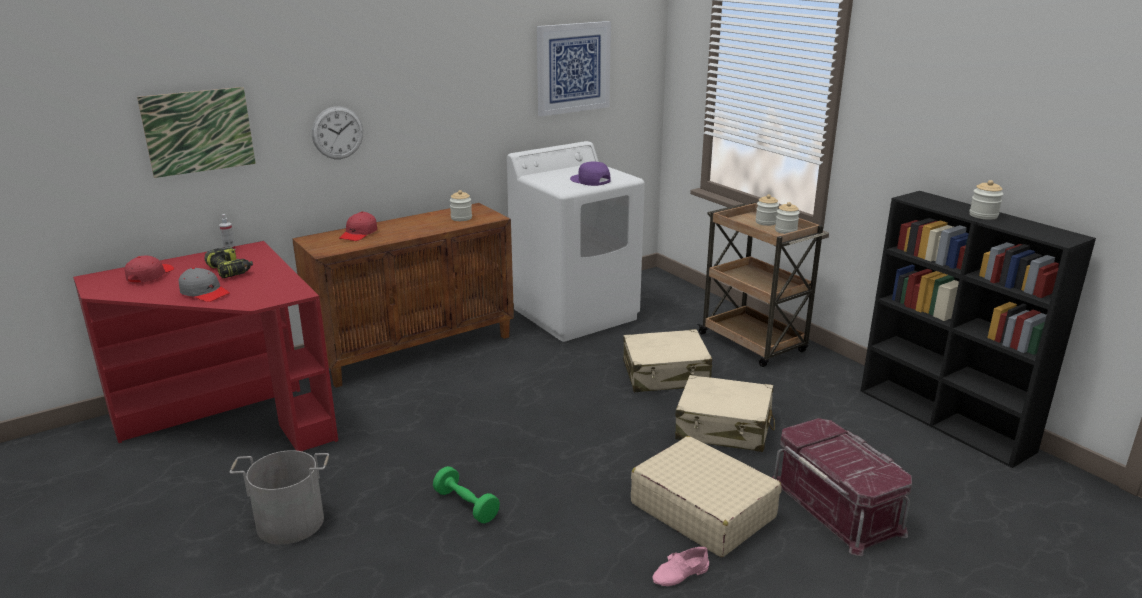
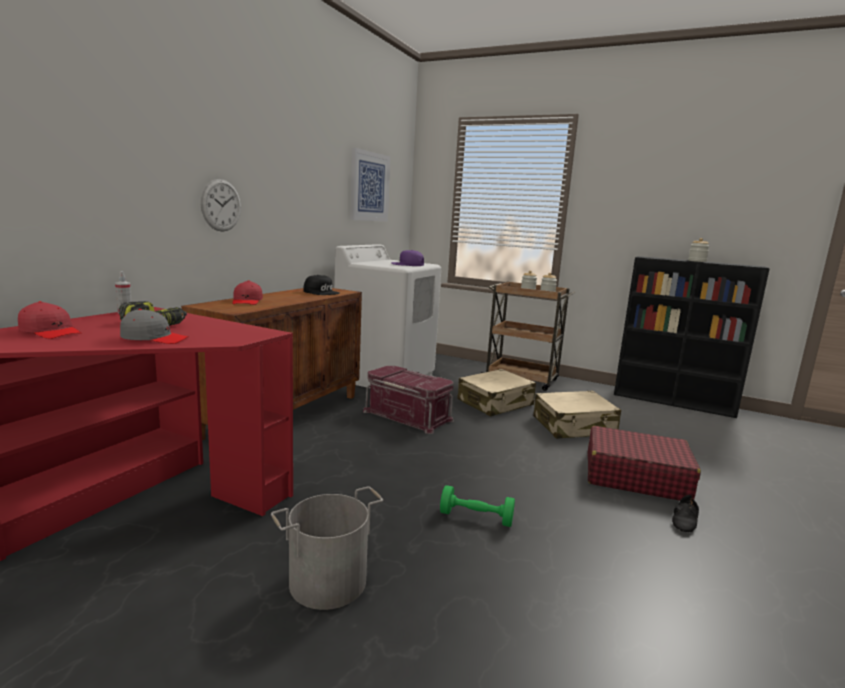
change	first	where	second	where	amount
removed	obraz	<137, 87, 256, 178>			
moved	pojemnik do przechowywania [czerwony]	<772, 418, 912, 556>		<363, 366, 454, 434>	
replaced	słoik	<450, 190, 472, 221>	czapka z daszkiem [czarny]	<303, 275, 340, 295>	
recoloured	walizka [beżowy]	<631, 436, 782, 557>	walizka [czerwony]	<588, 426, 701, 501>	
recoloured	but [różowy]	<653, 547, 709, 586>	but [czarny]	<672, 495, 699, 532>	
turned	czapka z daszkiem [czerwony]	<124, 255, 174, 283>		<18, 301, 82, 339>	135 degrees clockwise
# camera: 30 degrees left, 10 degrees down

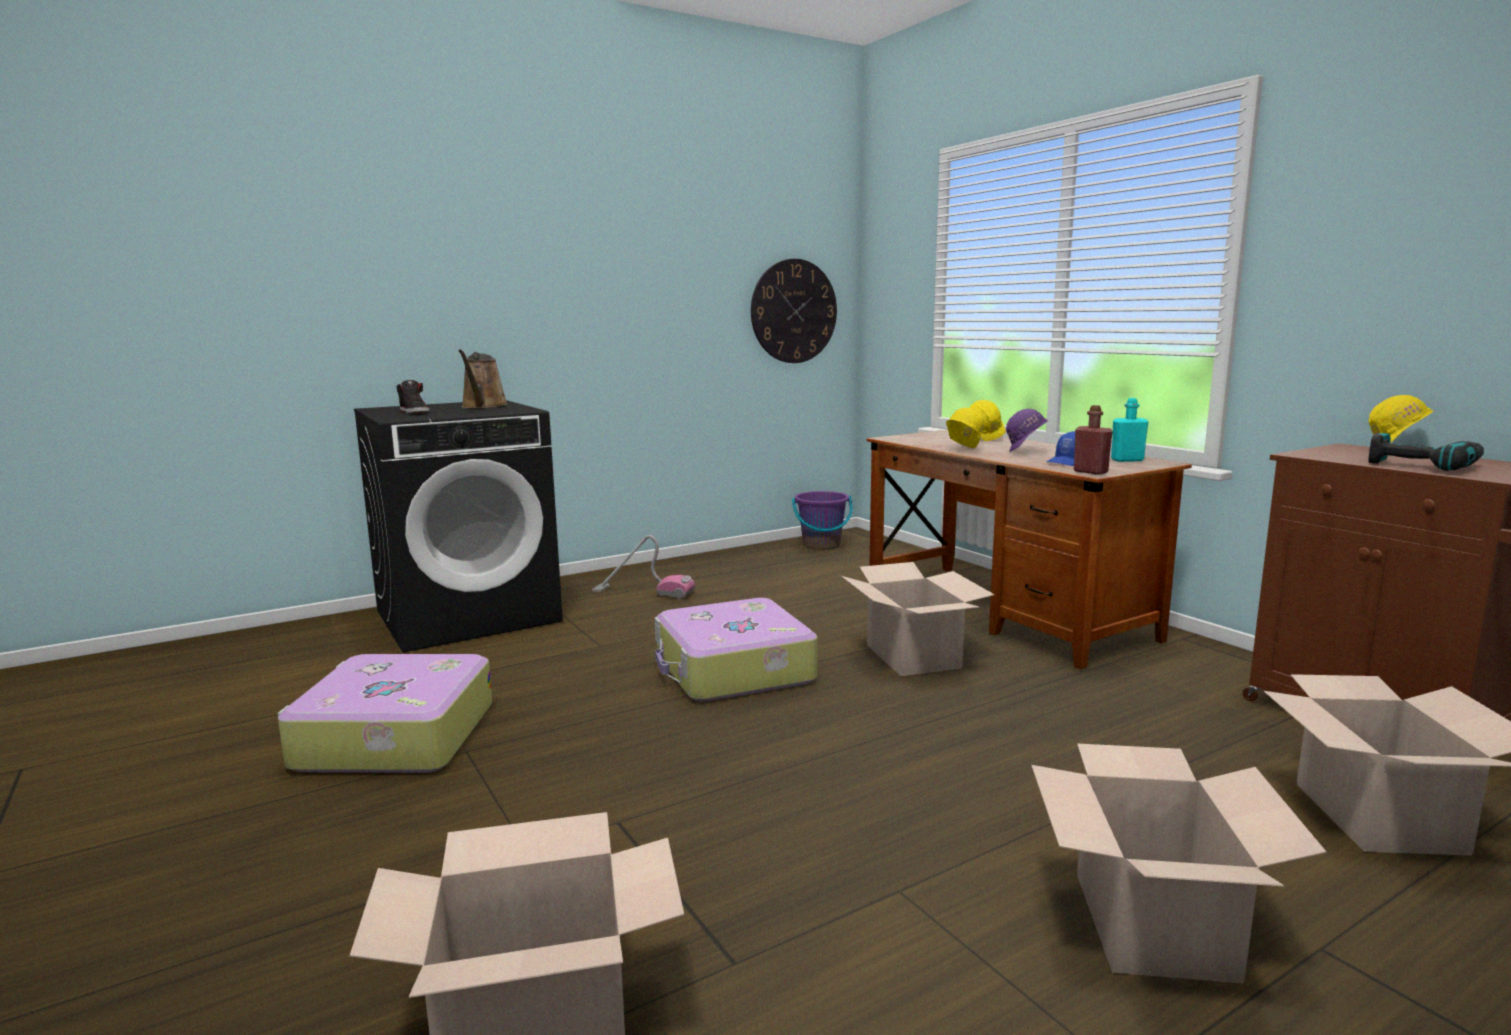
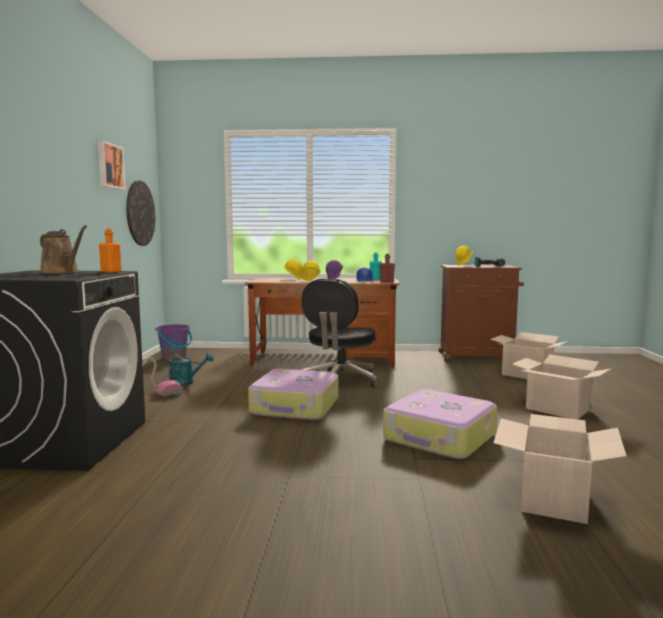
change	first	where	second	where	amount
removed	but [czarny]	<397, 380, 429, 413>			
added			obraz	<98, 140, 126, 190>	
added			butelka [pomarańczowy]	<99, 228, 121, 273>	
added			konewka [turkusowy]	<162, 353, 213, 386>	
moved	walizka	<278, 654, 492, 773>		<383, 389, 497, 459>	
replaced	karton	<841, 562, 995, 676>	krzesło biurowe [czarny]	<300, 278, 378, 388>	
# camera: 55 degrees left, 5 degrees down

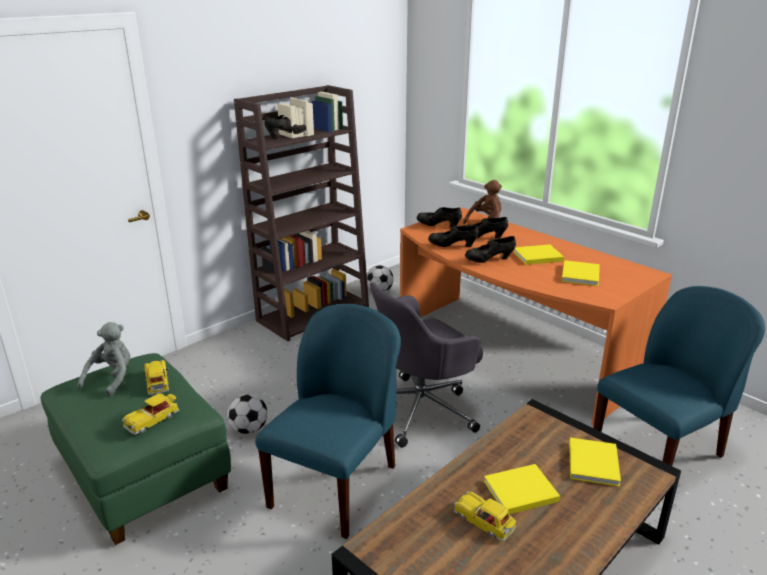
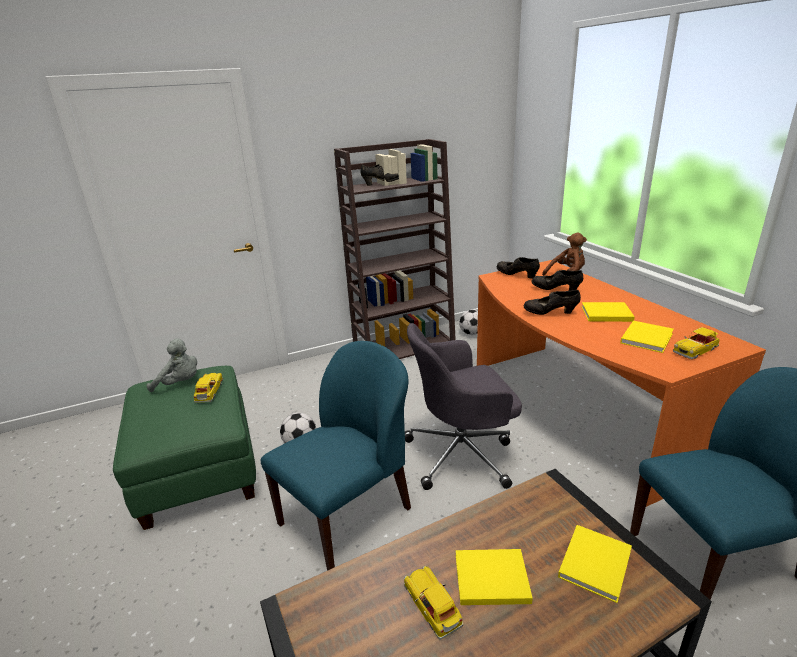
change	first	where	second	where	amount
removed	but [czarny]	<428, 225, 479, 247>			
moved	samochodzik	<122, 393, 179, 435>		<673, 327, 719, 359>	
turned	pluszak [szary]	<77, 322, 131, 397>		<147, 338, 197, 392>	60 degrees clockwise
# camera: 20 degrees right, 0 degrees up

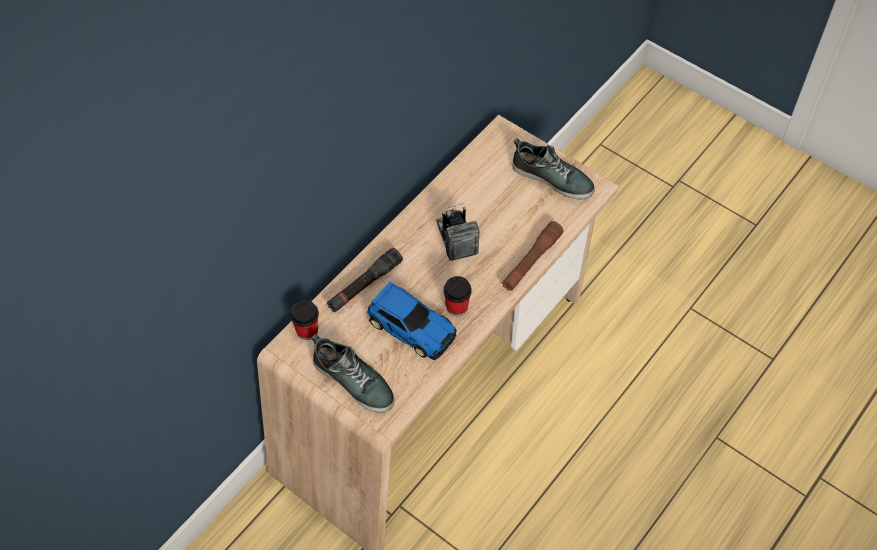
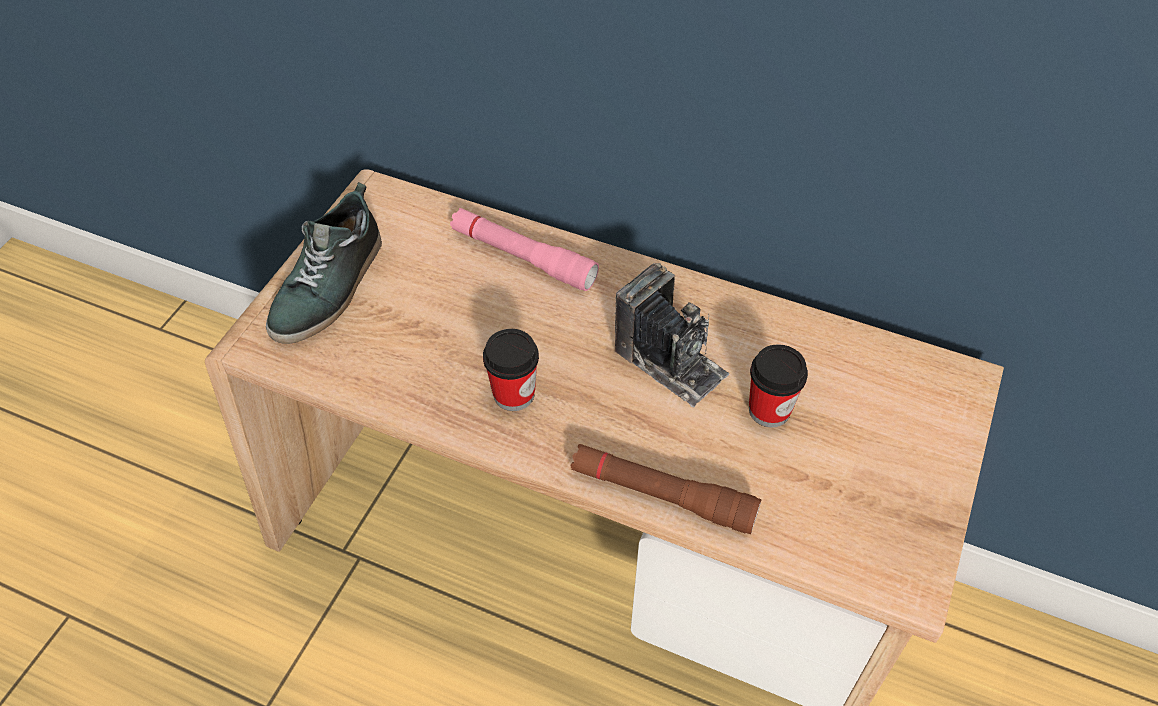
change	first	where	second	where	amount
removed	samochodzik	<367, 281, 456, 360>			
removed	but	<512, 138, 595, 199>			
moved	filiżanka	<290, 300, 319, 340>		<749, 344, 808, 427>	
recoloured	latarka [czarny]	<327, 248, 403, 312>	latarka [różowy]	<450, 208, 599, 291>	
turned	aparat fotograficzny	<436, 204, 480, 261>		<615, 263, 730, 407>	75 degrees clockwise
# camera: 75 degrees right, 5 degrees down

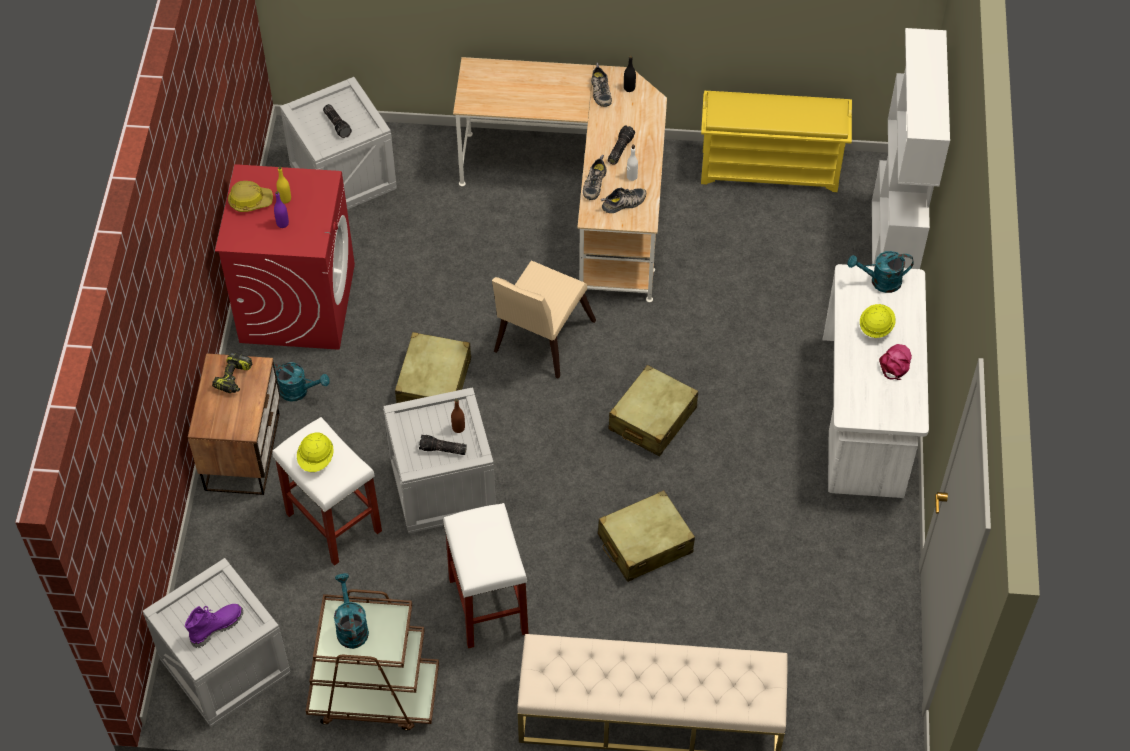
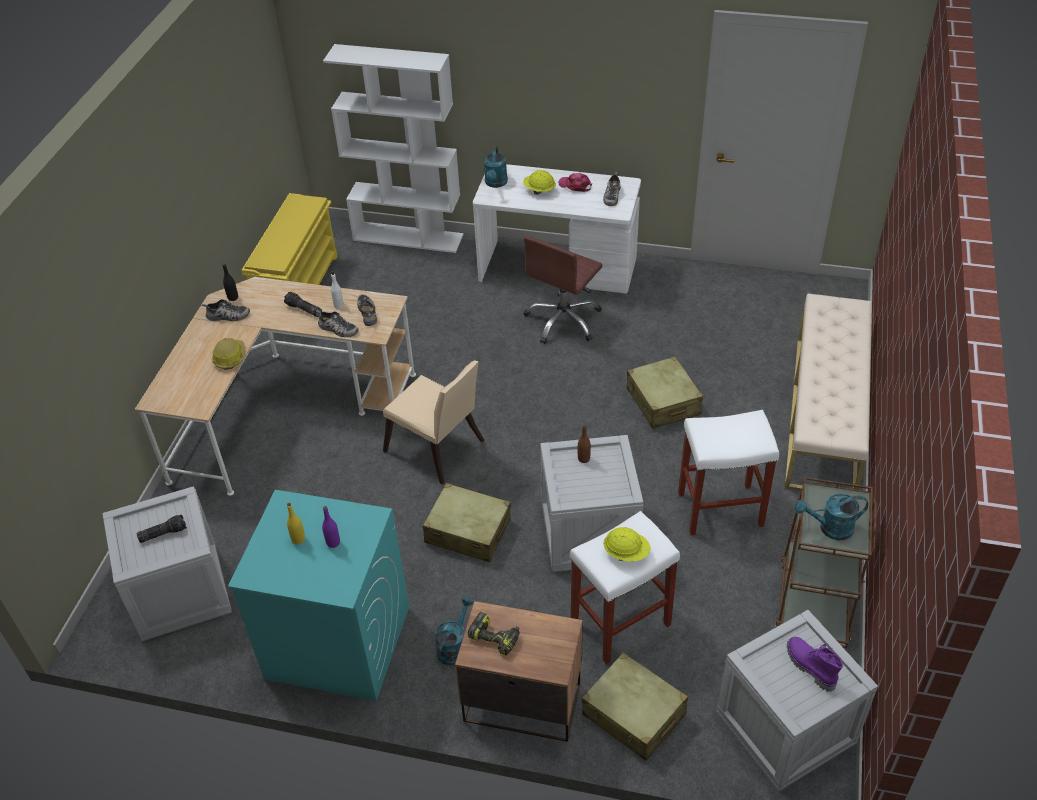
change	first	where	second	where	amount
removed	latarka	<419, 435, 467, 455>			
added			krzesło biurowe [brązowy]	<524, 236, 602, 344>	
added			but	<603, 172, 621, 206>	
moved	kask	<228, 181, 273, 212>		<212, 338, 245, 370>	
moved	walizka [beżowy]	<608, 365, 698, 456>		<582, 653, 688, 761>	
recoloured	pralka [czerwony]	<215, 164, 355, 350>	pralka [turkusowy]	<228, 490, 409, 701>	
# camera: 80 degrees left, 10 degrees down

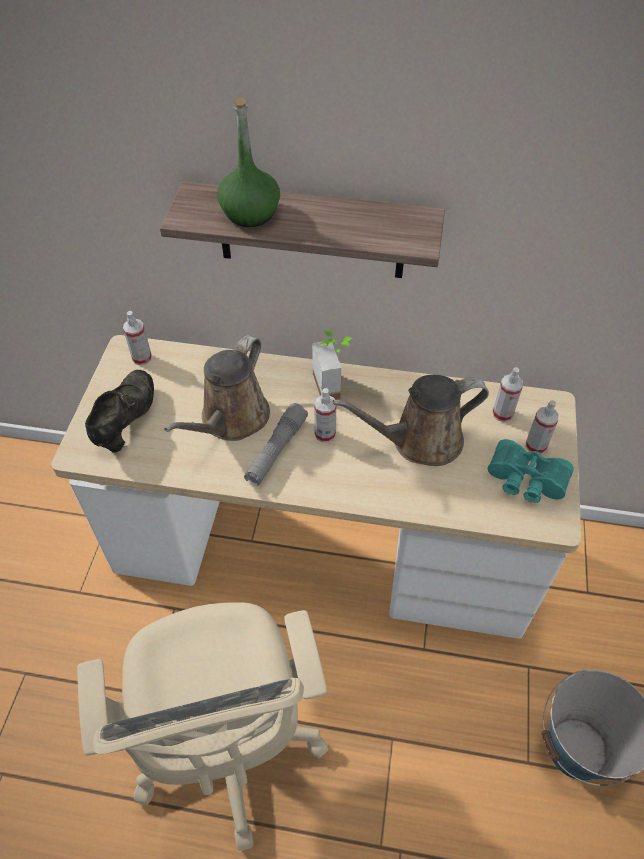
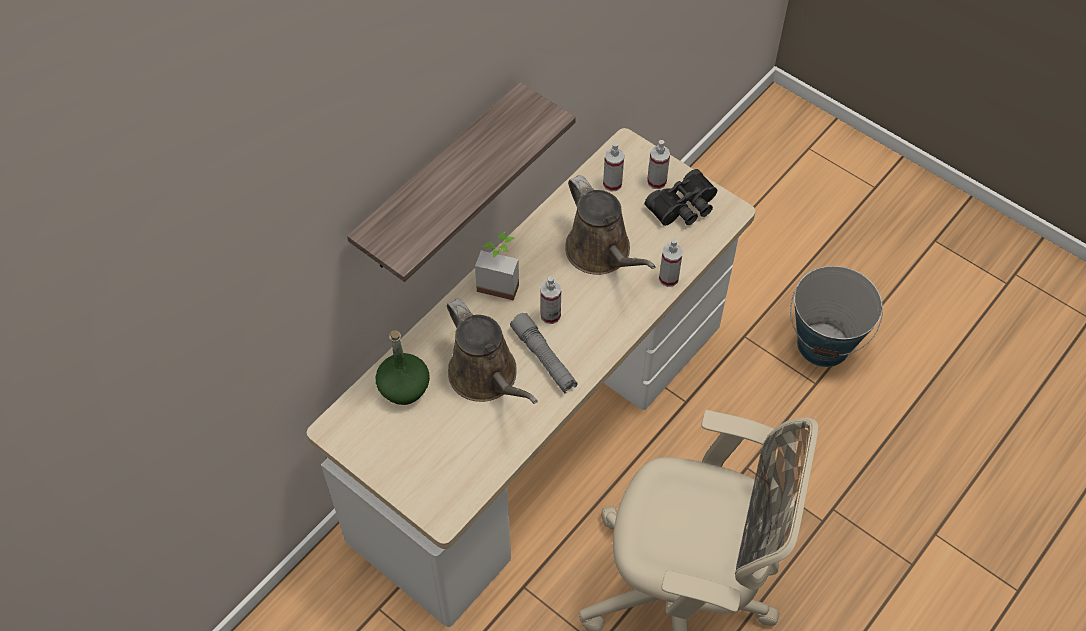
change	first	where	second	where	amount
removed	but [czarny]	<85, 370, 154, 453>			
moved	spryskiwacz	<123, 311, 152, 366>		<659, 238, 683, 287>	
moved	butelka [zielony]	<217, 98, 280, 227>		<376, 330, 430, 405>	
recoloured	lornetka [turkusowy]	<488, 439, 574, 503>	lornetka [czarny]	<645, 169, 717, 226>	
turned	konewka [brązowy]	<333, 375, 489, 466>		<565, 175, 656, 275>	45 degrees counterclockwise
# camera: 60 degrees left, 5 degrees up

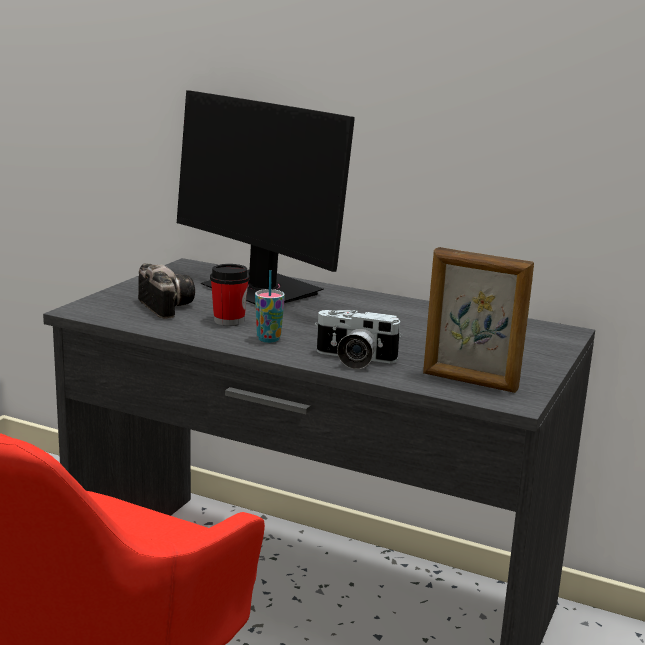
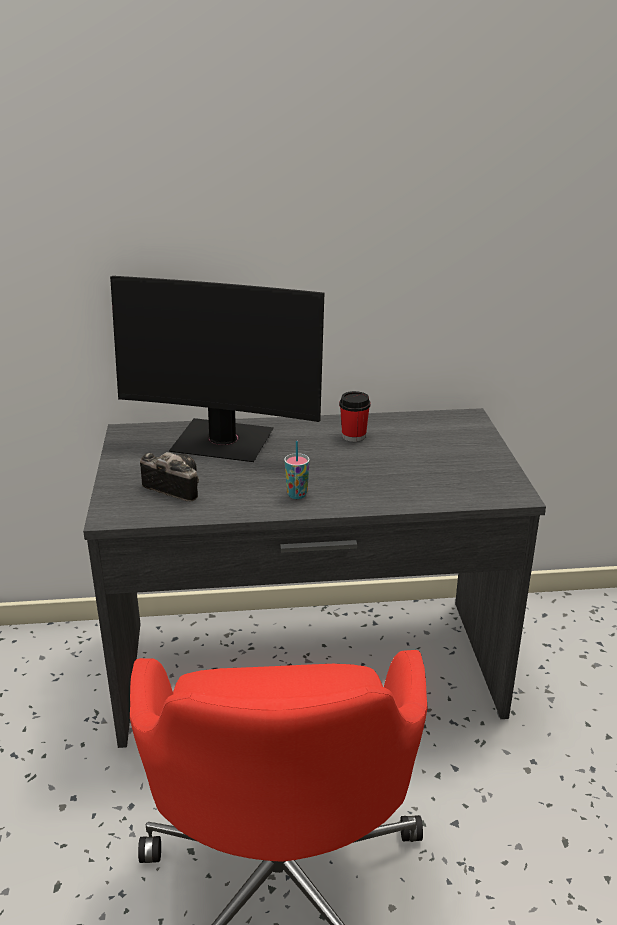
change	first	where	second	where	amount
removed	aparat fotograficzny	<315, 310, 402, 369>			
removed	ramka na zdjęcie	<423, 247, 534, 393>			
moved	filiżanka	<210, 264, 249, 326>		<339, 391, 371, 442>	
# camera: 30 degrees left, 10 degrees up

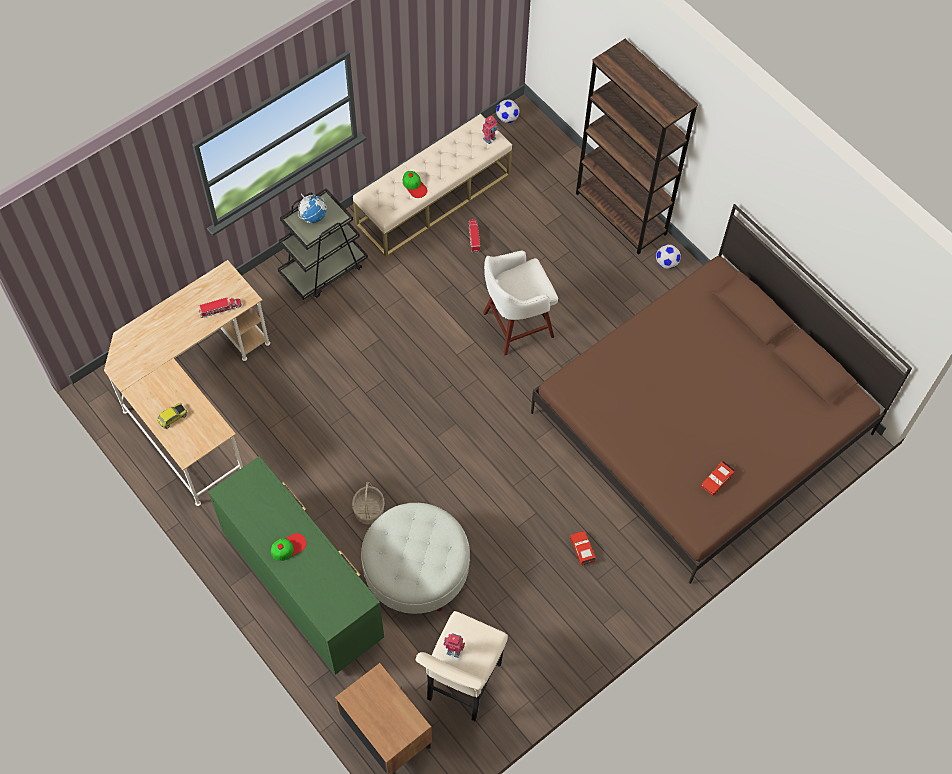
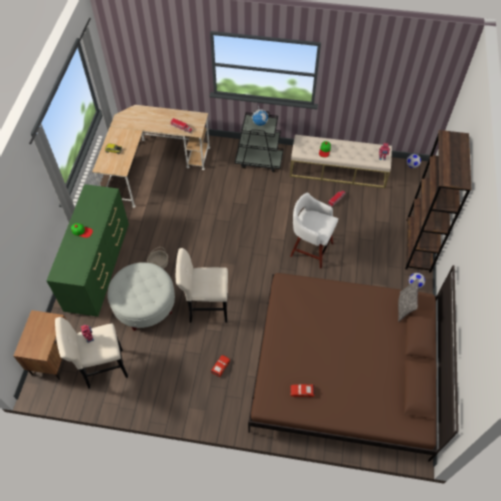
change	first	where	second	where	amount
added			stołek [beżowy]	<176, 248, 228, 323>	
added			poduszka	<398, 278, 419, 322>	
# camera: 50 degrees right, 5 degrees down

